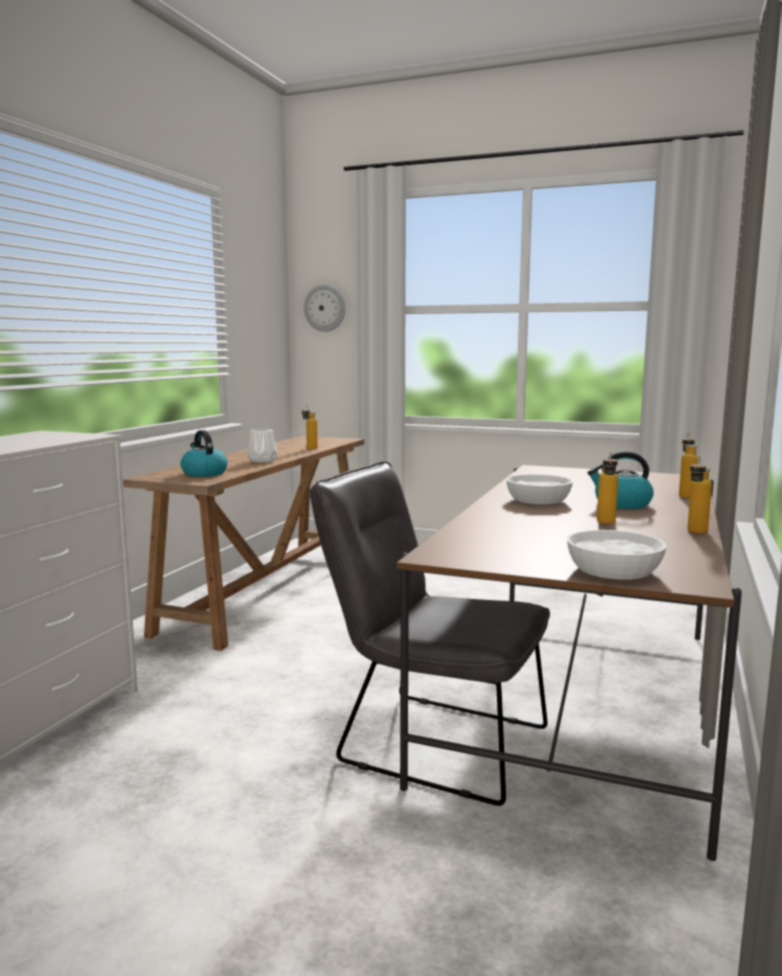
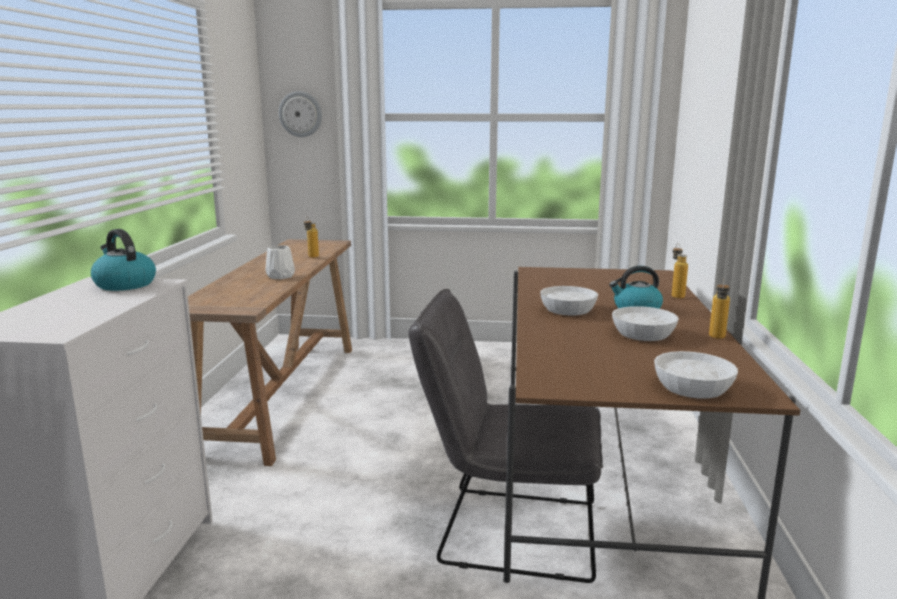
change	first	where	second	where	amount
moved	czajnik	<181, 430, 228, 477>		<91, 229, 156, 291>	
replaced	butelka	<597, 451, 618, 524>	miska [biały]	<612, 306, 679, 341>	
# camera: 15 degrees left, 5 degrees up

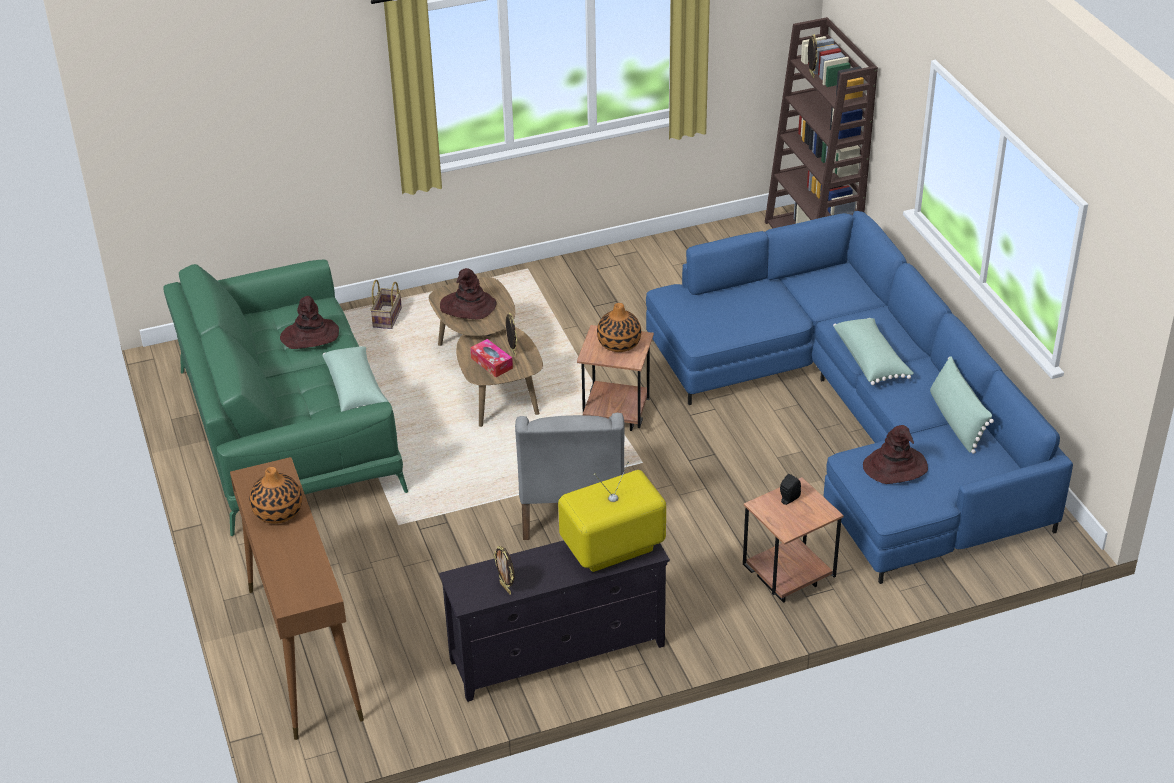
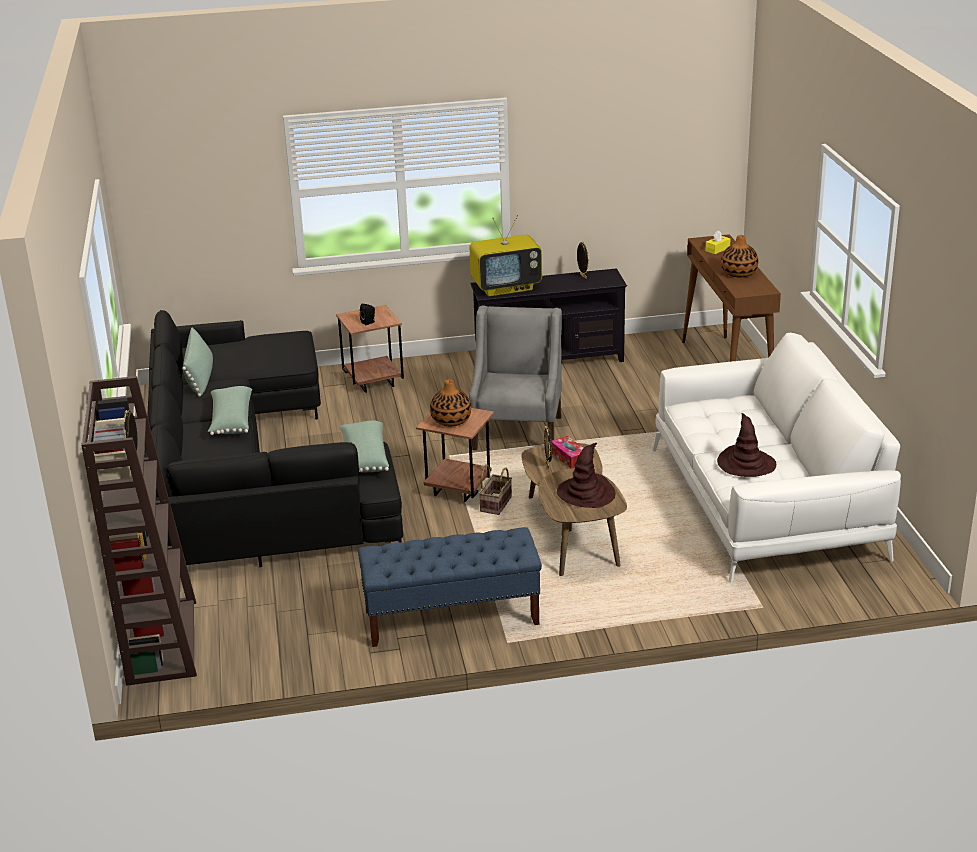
change	first	where	second	where	amount
removed	kapelusz [brązowy]	<863, 425, 928, 484>			
added			ławka [niebieski]	<358, 527, 542, 647>	
added			pudełko chusteczek [żółty]	<706, 231, 730, 254>	
moved	poduszka [zielony]	<322, 346, 389, 412>		<339, 420, 389, 472>	
moved	koszyk	<370, 280, 402, 329>		<479, 464, 512, 515>	
recoloured	kanapa [zielony]	<163, 260, 408, 536>	kanapa [biały]	<653, 333, 901, 583>	
recoloured	kanapa [niebieski]	<646, 211, 1073, 584>	kanapa [czarny]	<145, 310, 403, 567>	
# camera: 170 degrees left, 10 degrees down

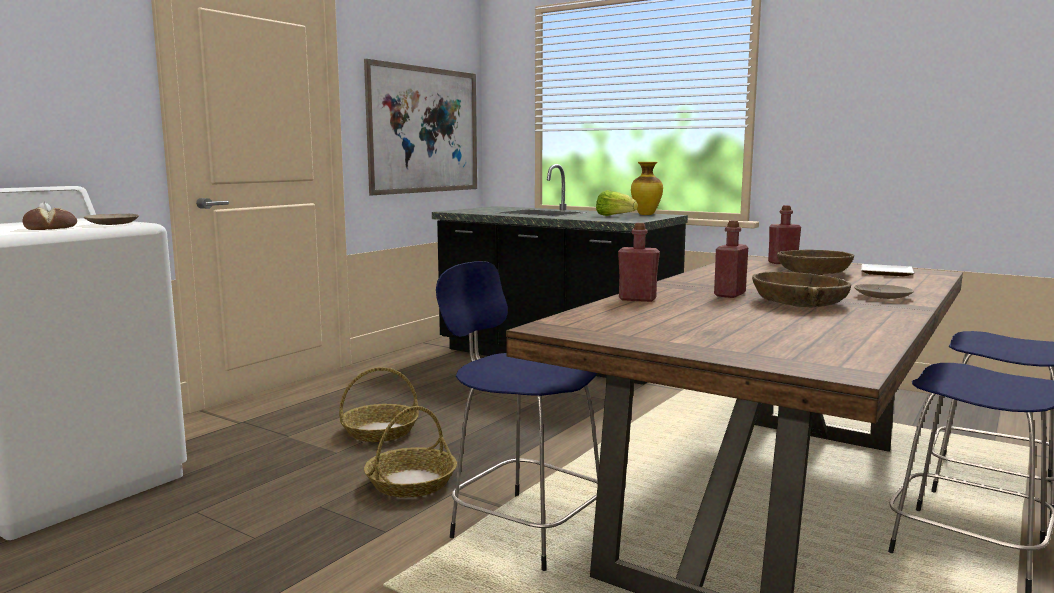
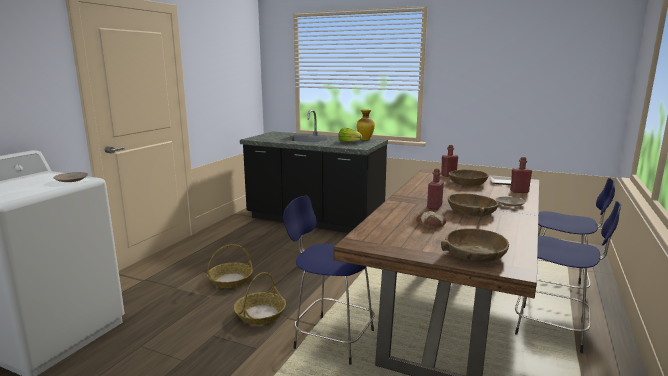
change	first	where	second	where	amount
removed	obraz	<364, 59, 477, 195>			
added			miska [brązowy]	<441, 228, 509, 263>	
moved	chleb	<23, 207, 77, 230>		<416, 211, 446, 229>	
moved	butelka [czerwony]	<618, 223, 660, 302>		<510, 157, 532, 193>	
# camera: 10 degrees left, 5 degrees up

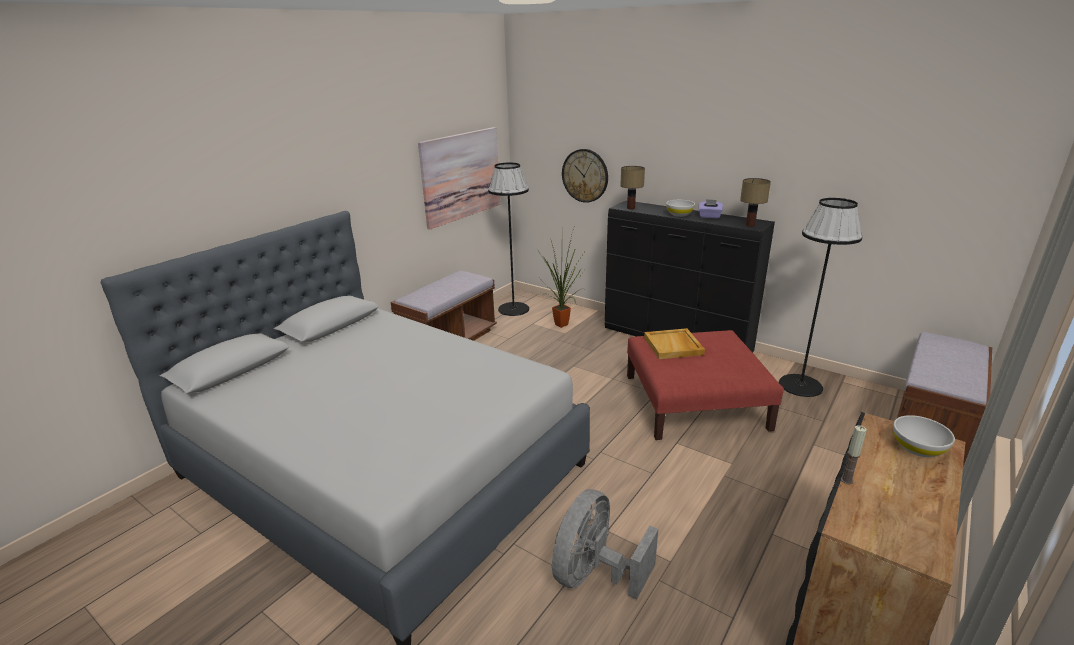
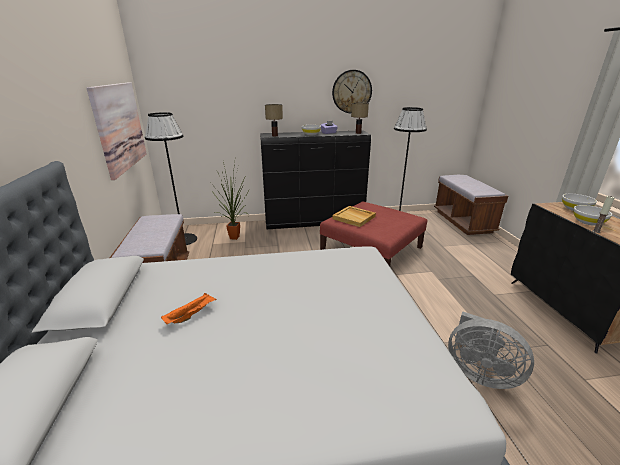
change	first	where	second	where	amount
added			taca [pomarańczowy]	<161, 293, 216, 324>	
added			miska [biały]	<574, 205, 612, 226>	
moved	zegar ścienny	<562, 149, 608, 203>		<332, 70, 372, 113>	
turned	wentylator [szary]	<552, 489, 658, 599>		<448, 311, 534, 389>	45 degrees counterclockwise
# camera: 45 degrees left, 0 degrees up

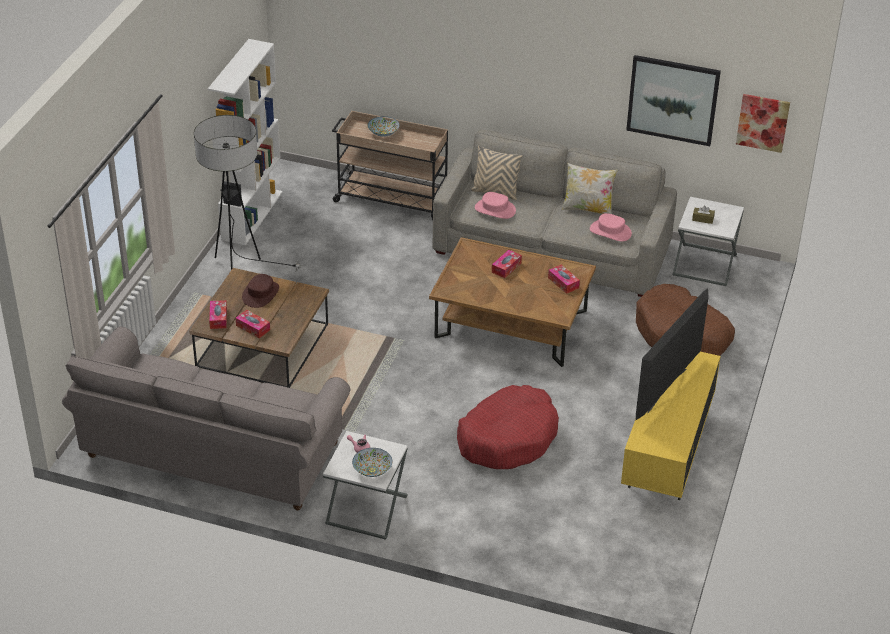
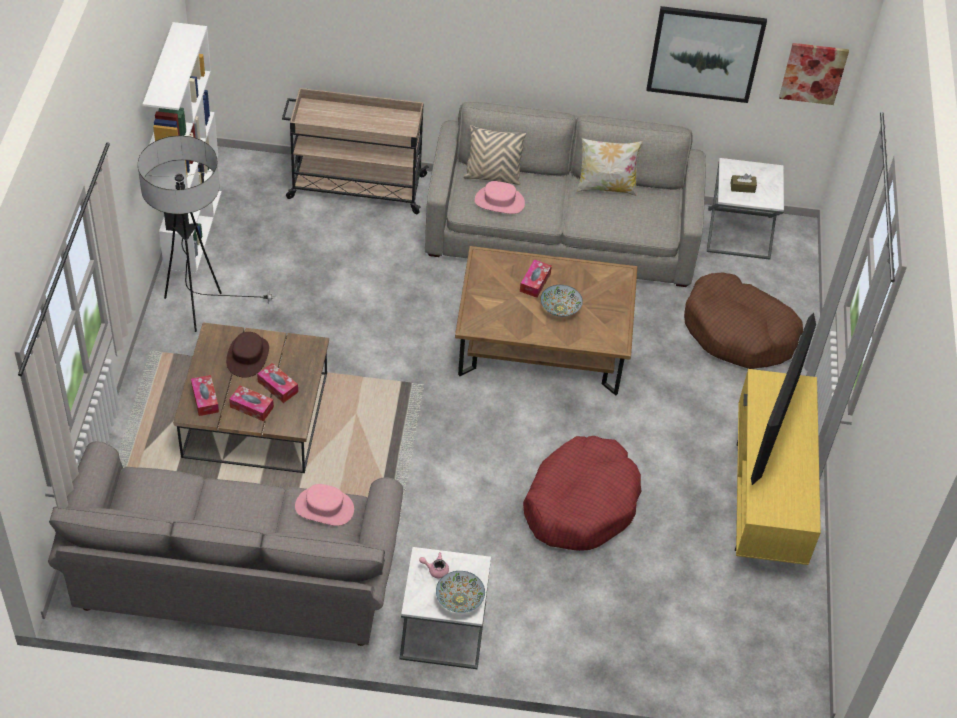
change	first	where	second	where	amount
moved	miska	<367, 116, 400, 137>		<540, 285, 583, 317>	
moved	pudełko chusteczek	<548, 265, 580, 294>		<257, 363, 298, 403>	
moved	kapelusz [różowy]	<590, 213, 632, 241>		<295, 484, 354, 526>	
# camera: 15 degrees left, 10 degrees up

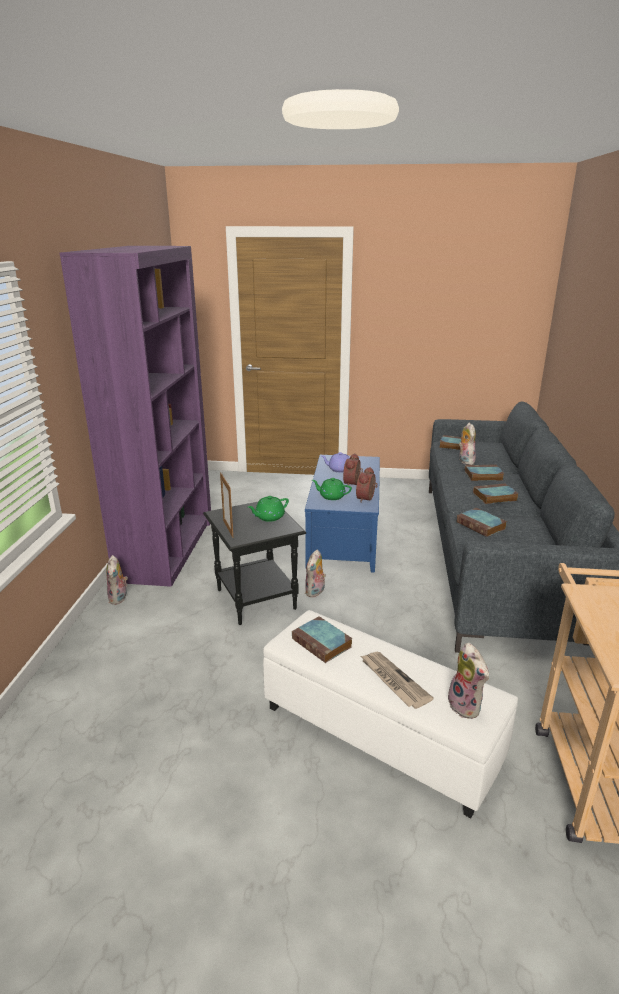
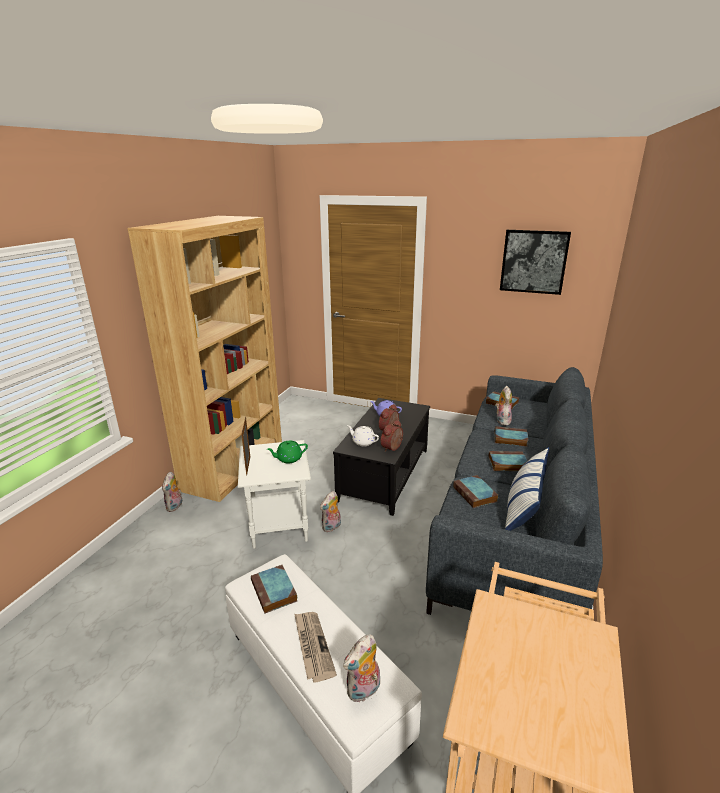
change	first	where	second	where	amount
added			obraz	<500, 230, 571, 295>	
added			poduszka	<505, 447, 549, 531>	
recoloured	regał [fioletowy]	<60, 246, 211, 587>	regał [brązowy]	<127, 216, 282, 502>	
recoloured	stolik [czarny]	<203, 501, 306, 625>	stolik [biały]	<238, 440, 311, 549>	
recoloured	ława [niebieski]	<305, 455, 380, 573>	ława [czarny]	<333, 398, 430, 516>	
recoloured	imbryk [zielony]	<312, 478, 352, 500>	imbryk [biały]	<347, 425, 379, 446>	
turned	pluszak	<448, 643, 489, 719>		<343, 634, 380, 702>	60 degrees clockwise
# camera: 15 degrees right, 0 degrees up

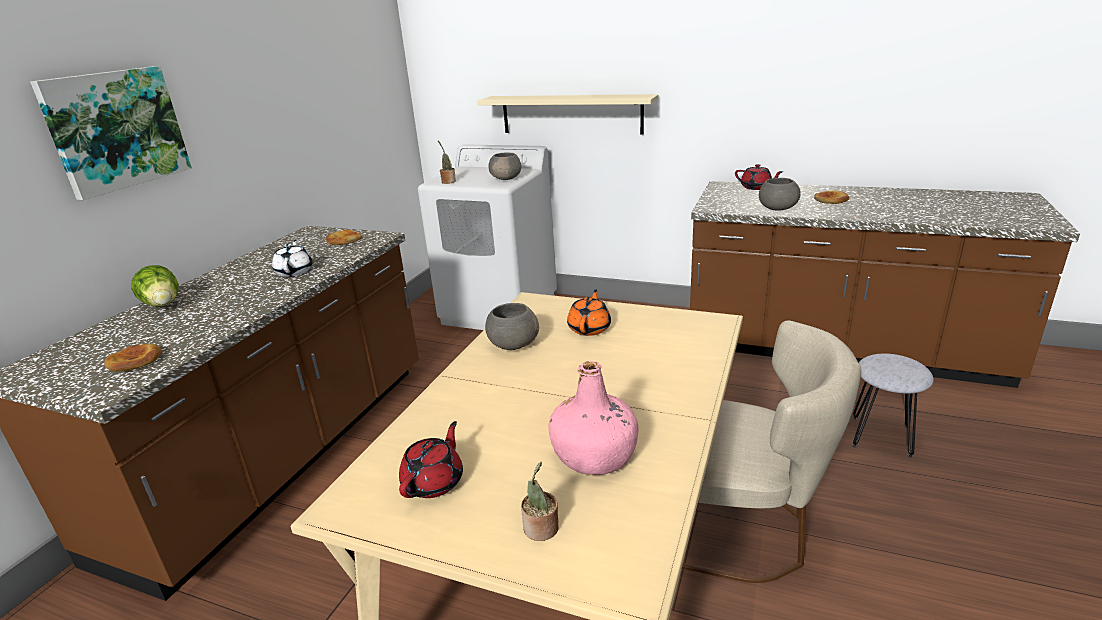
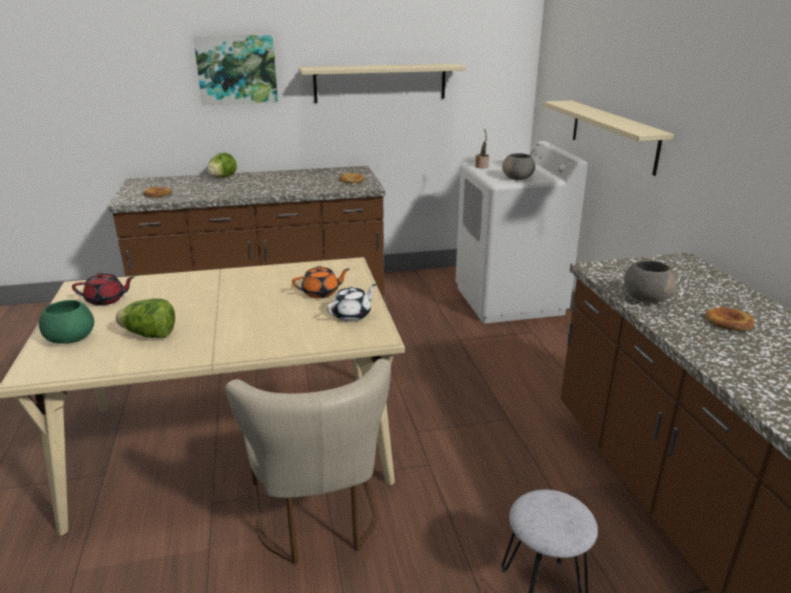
change	first	where	second	where	amount
removed	miska [szary]	<485, 303, 539, 350>			
removed	imbryk [czerwony]	<735, 164, 784, 190>			
added			półka [beżowy]	<300, 64, 466, 103>	
moved	imbryk [biały]	<272, 240, 313, 277>		<327, 284, 377, 322>	
replaced	roślina doniczkowa	<521, 462, 558, 541>	miska [zielony]	<39, 300, 94, 344>	
replaced	butelka [różowy]	<548, 361, 639, 475>	sałata	<116, 299, 175, 338>	
# camera: 55 degrees right, 0 degrees up

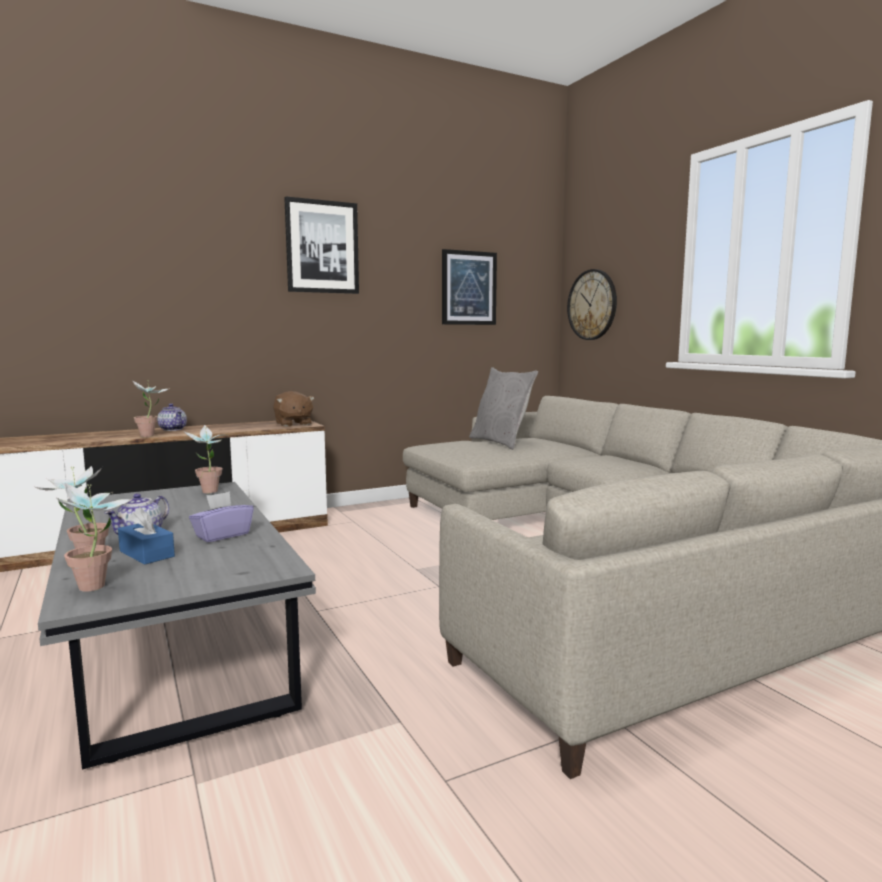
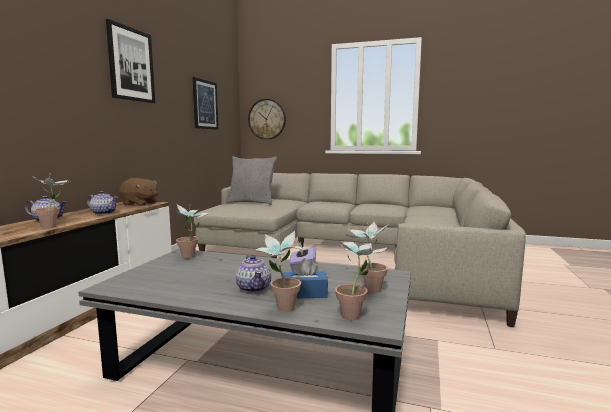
change	first	where	second	where	amount
added			imbryk	<87, 191, 118, 215>	
added			roślina doniczkowa	<347, 222, 388, 293>	
# camera: 45 degrees left, 0 degrees up

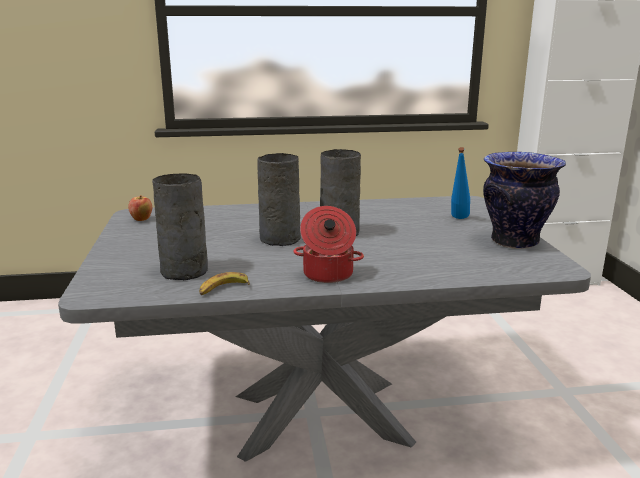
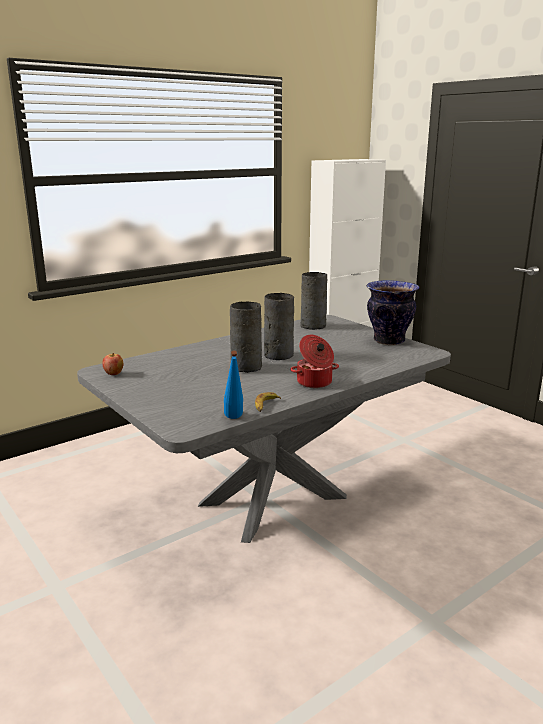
change	first	where	second	where	amount
moved	wazon [szary]	<152, 174, 208, 280>		<300, 272, 327, 330>	
moved	butelka [niebieski]	<451, 147, 470, 219>		<224, 351, 243, 419>	
# camera: 30 degrees left, 0 degrees up

